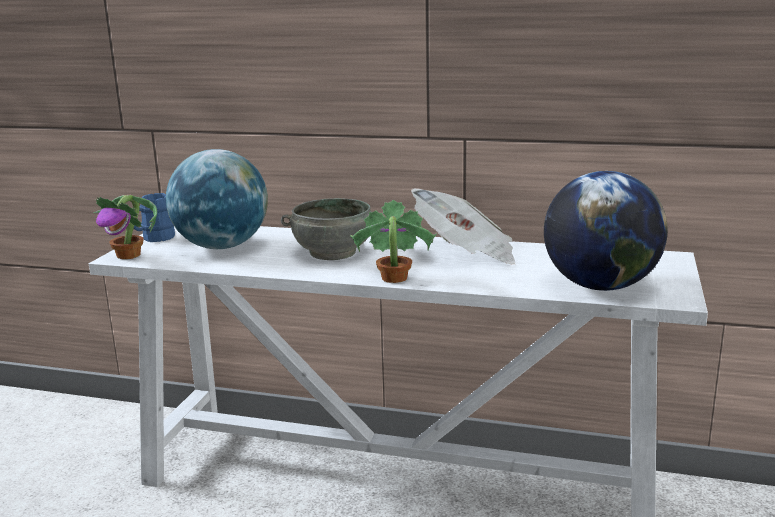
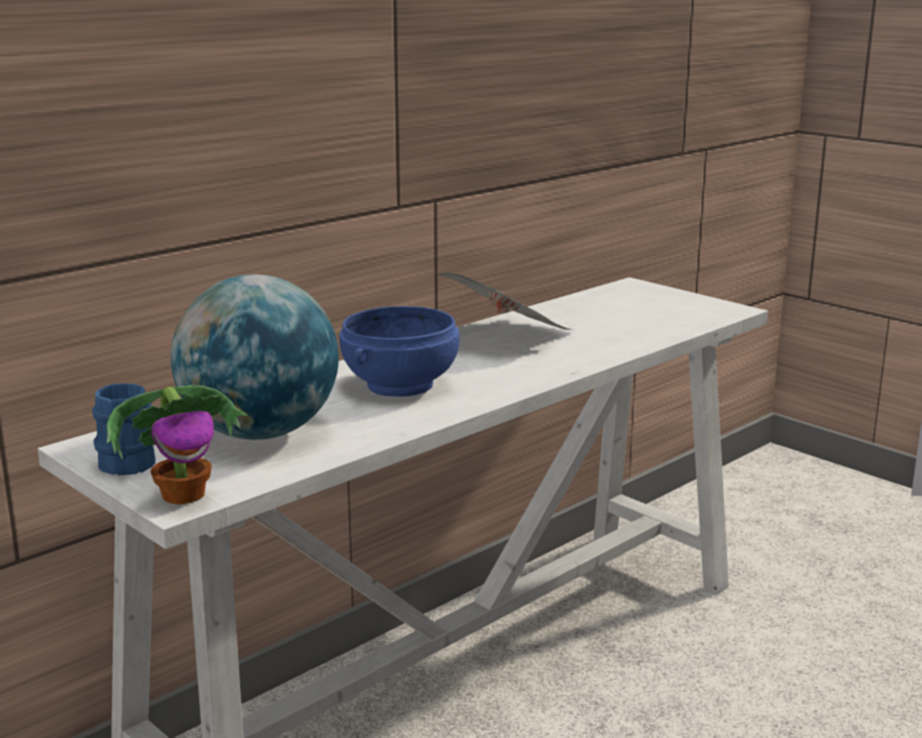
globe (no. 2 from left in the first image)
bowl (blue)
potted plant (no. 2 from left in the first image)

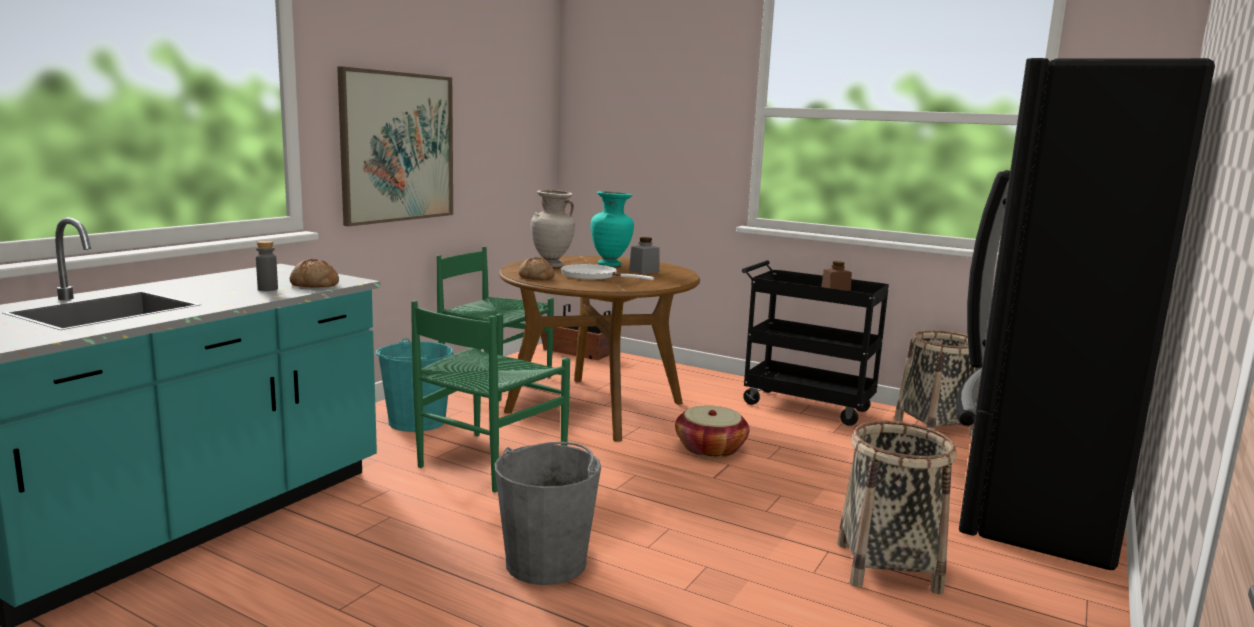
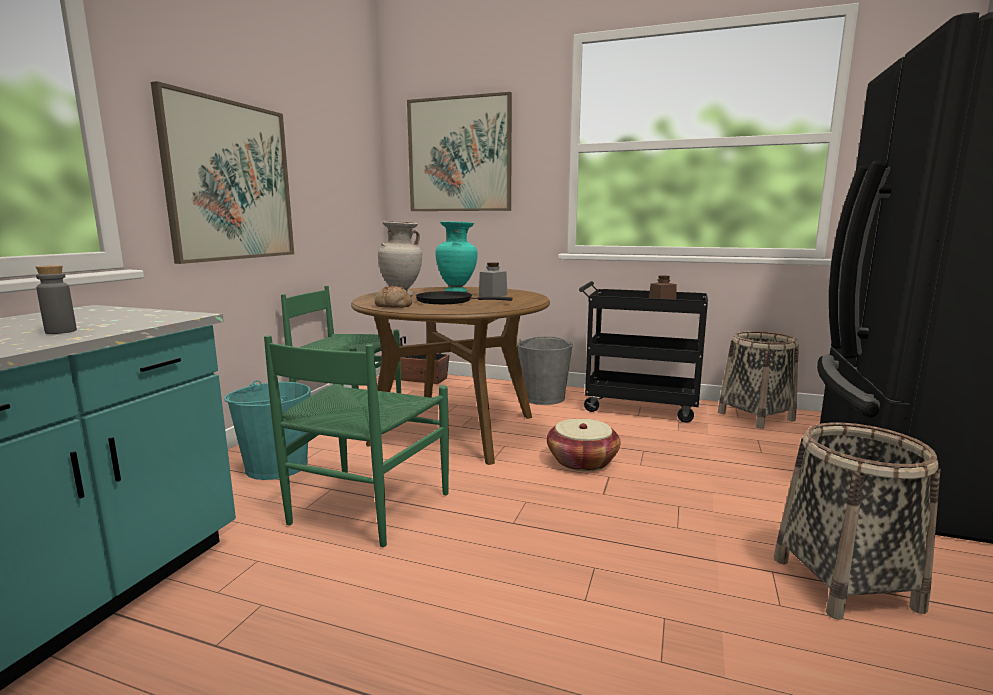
bread (no. 1 from left in the first image)
frying pan (black)
bucket (grey)
picture (no. 2 from left)

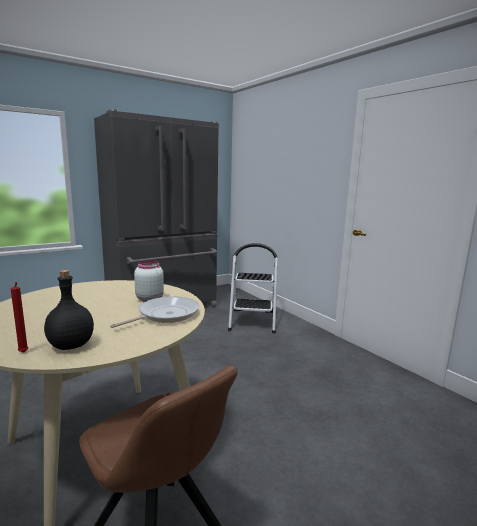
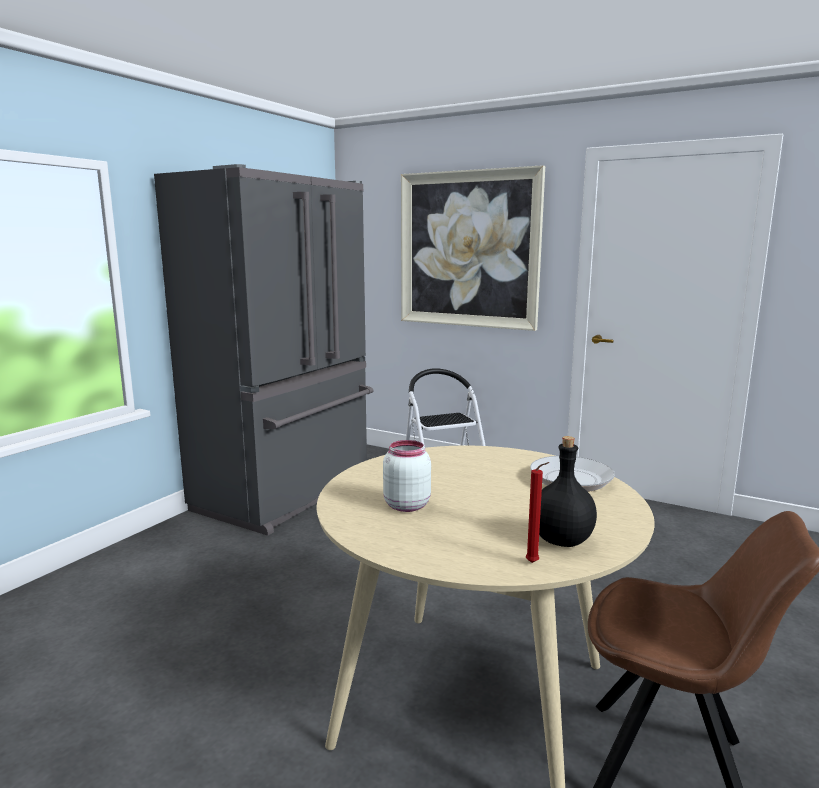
jar (white)
picture

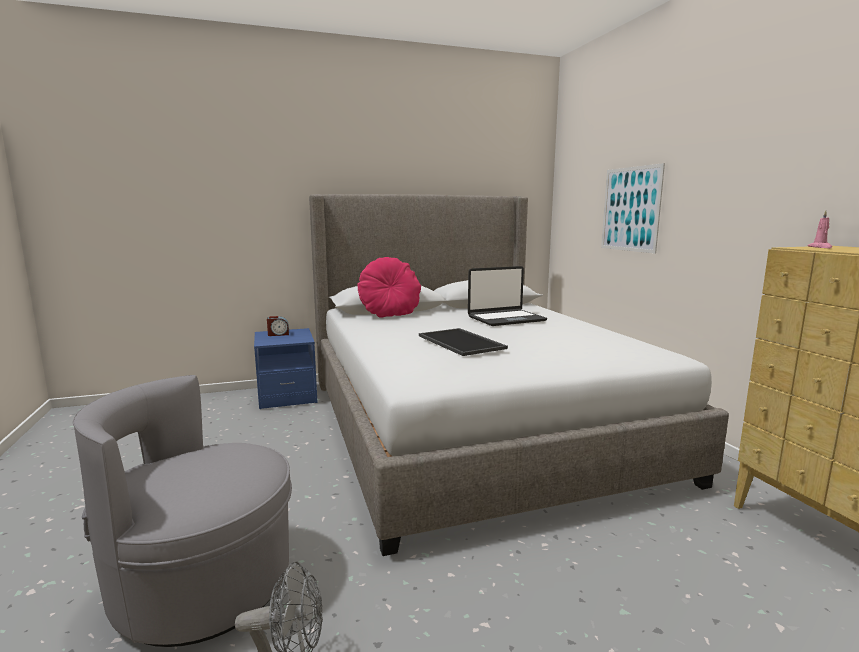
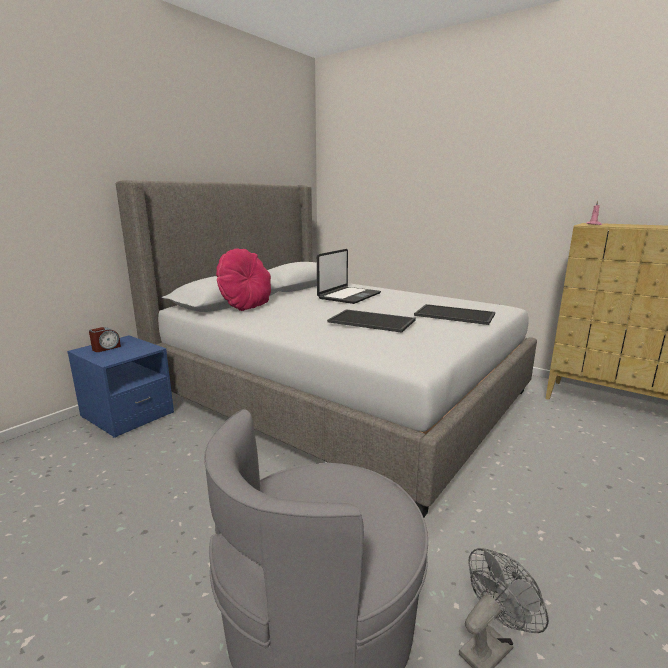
picture
tray (no. 2 from left)

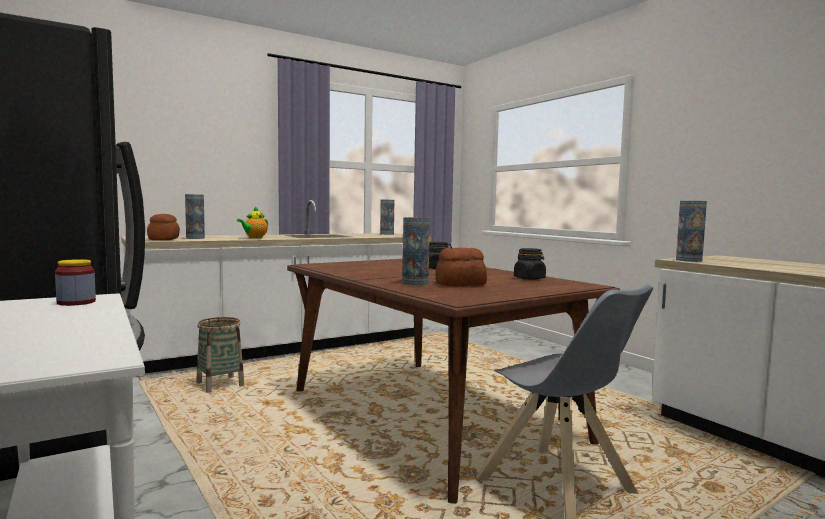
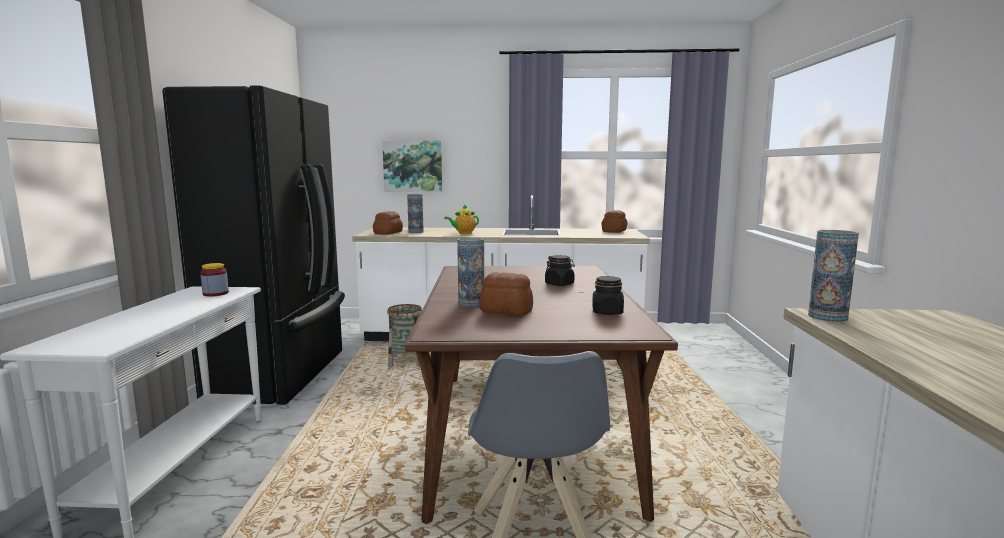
bread (no. 3 from left)
picture

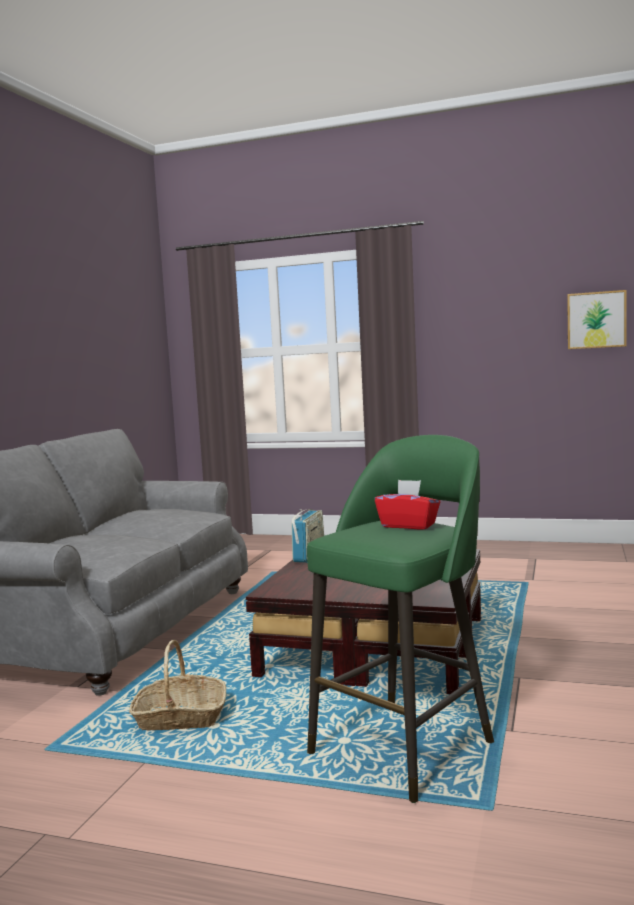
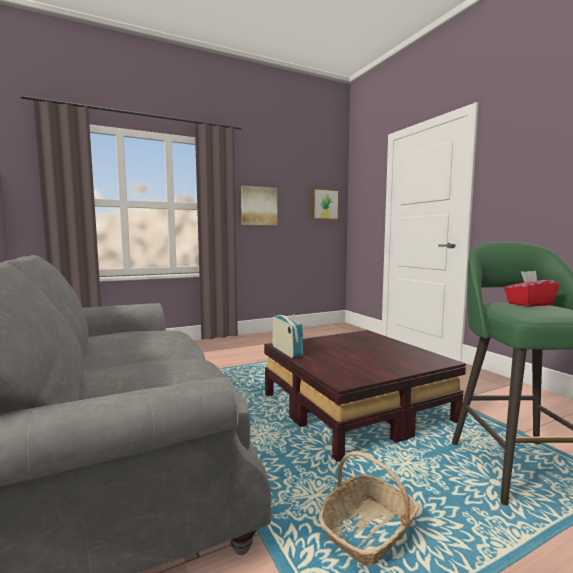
picture (no. 1 from left)

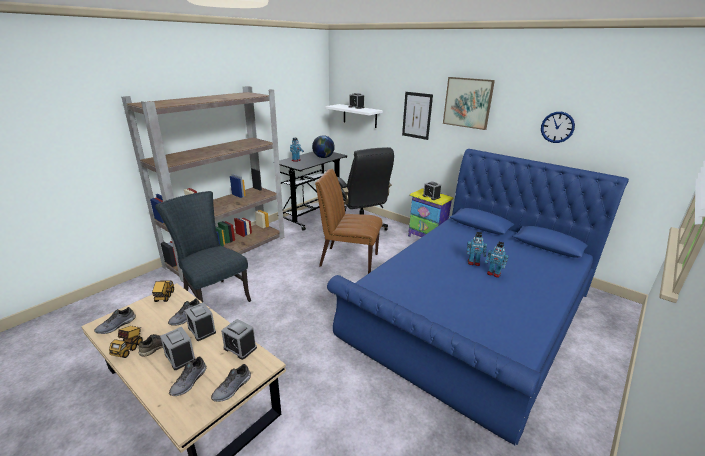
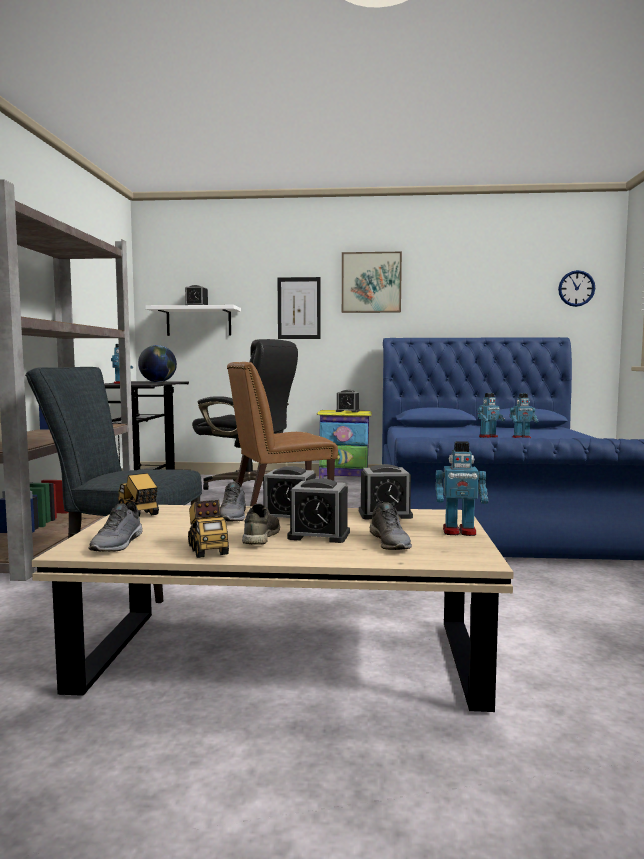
wall clock
toy robot (no. 2 from left)

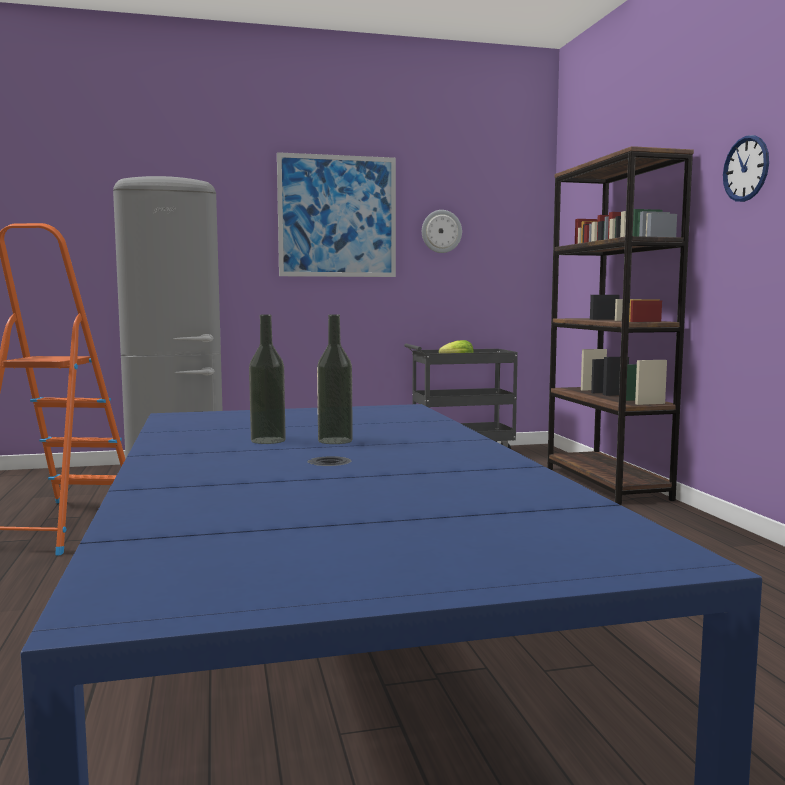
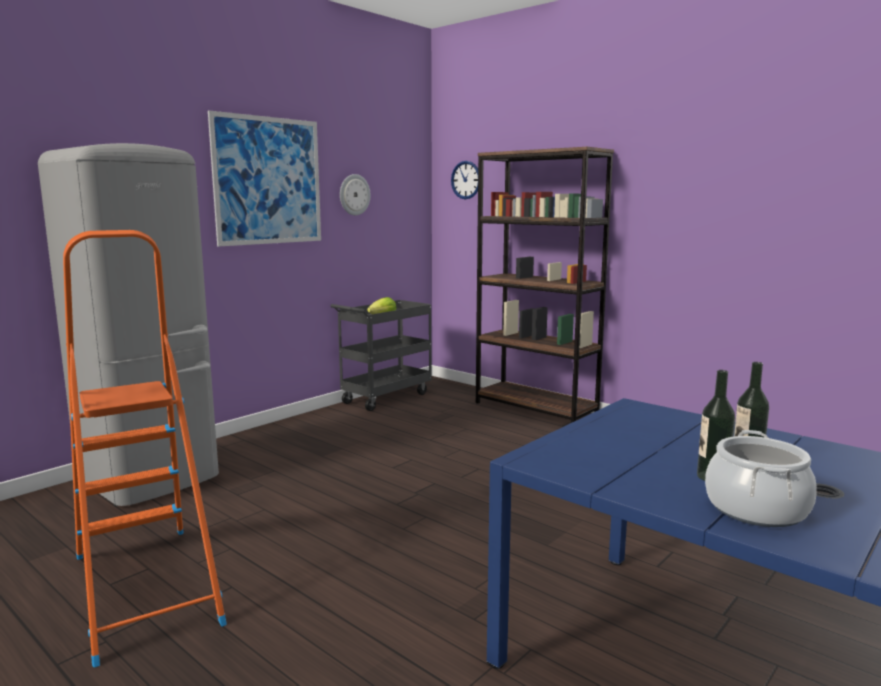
wall clock (no. 2 from left)
cooking pot

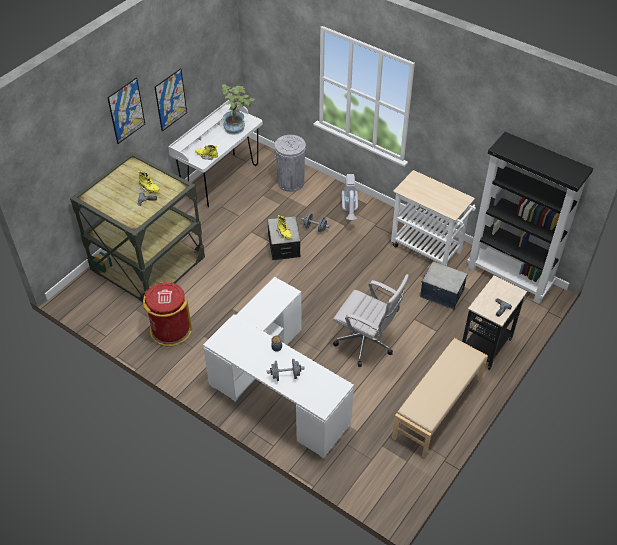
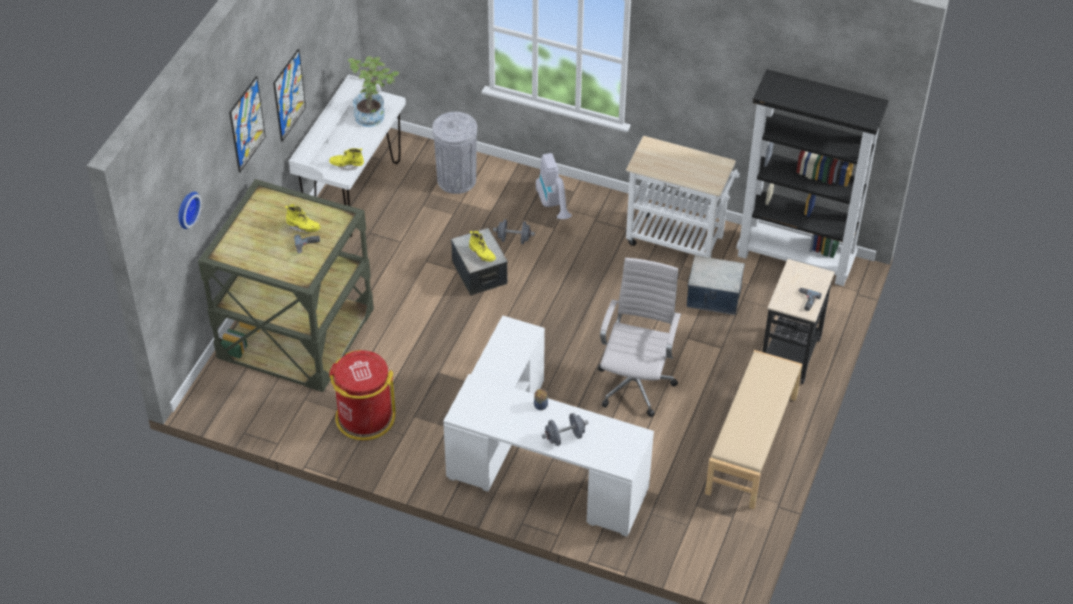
office chair (white)
wall clock

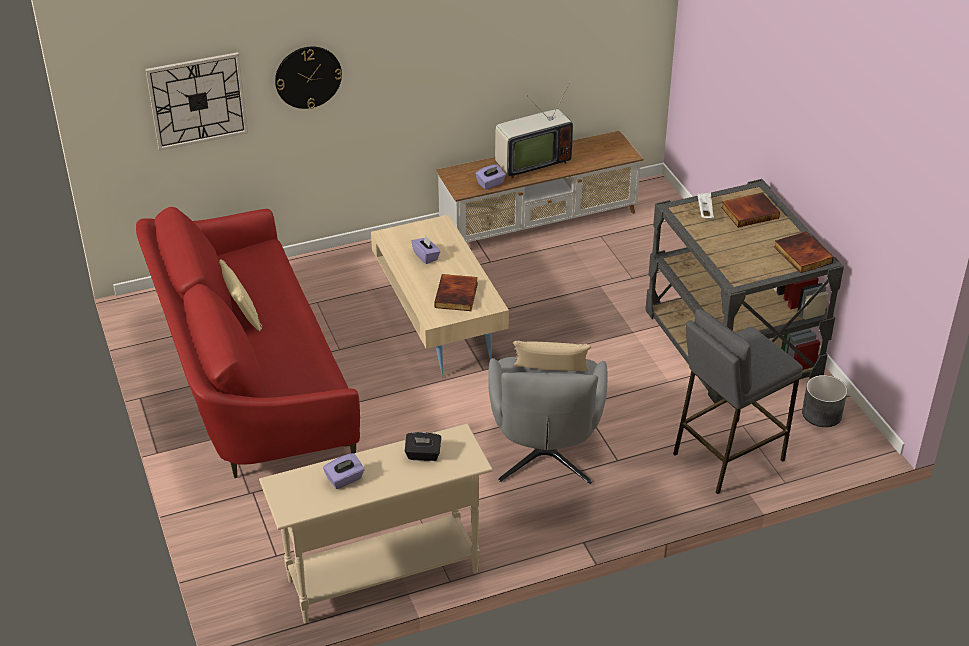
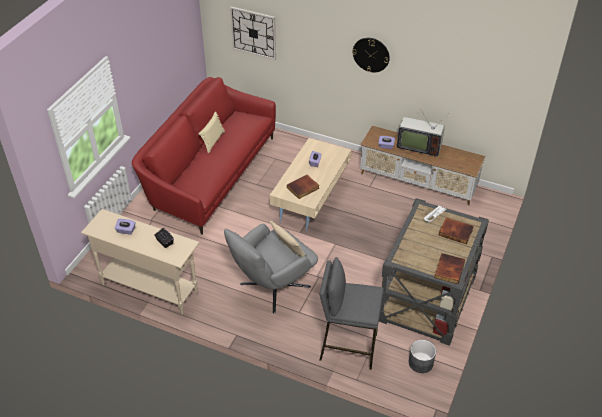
wall clock (no. 2 from left)

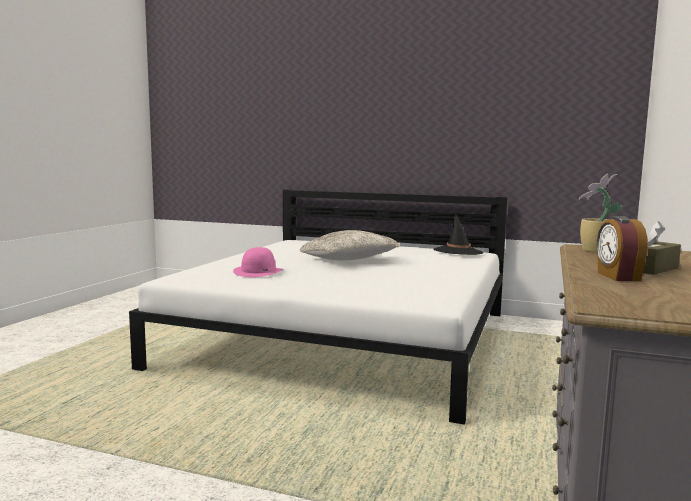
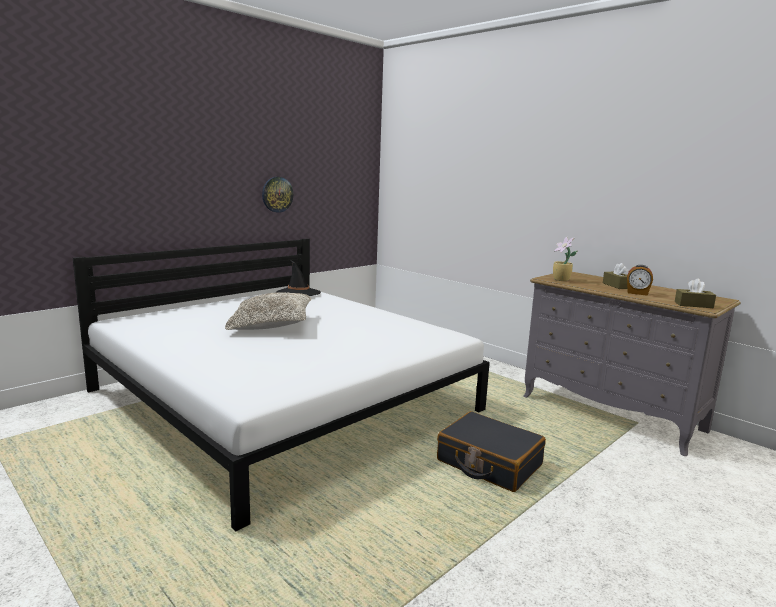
hat (pink)
wall clock
tissue box (brown) (no. 2 from left)
suitcase (black)

